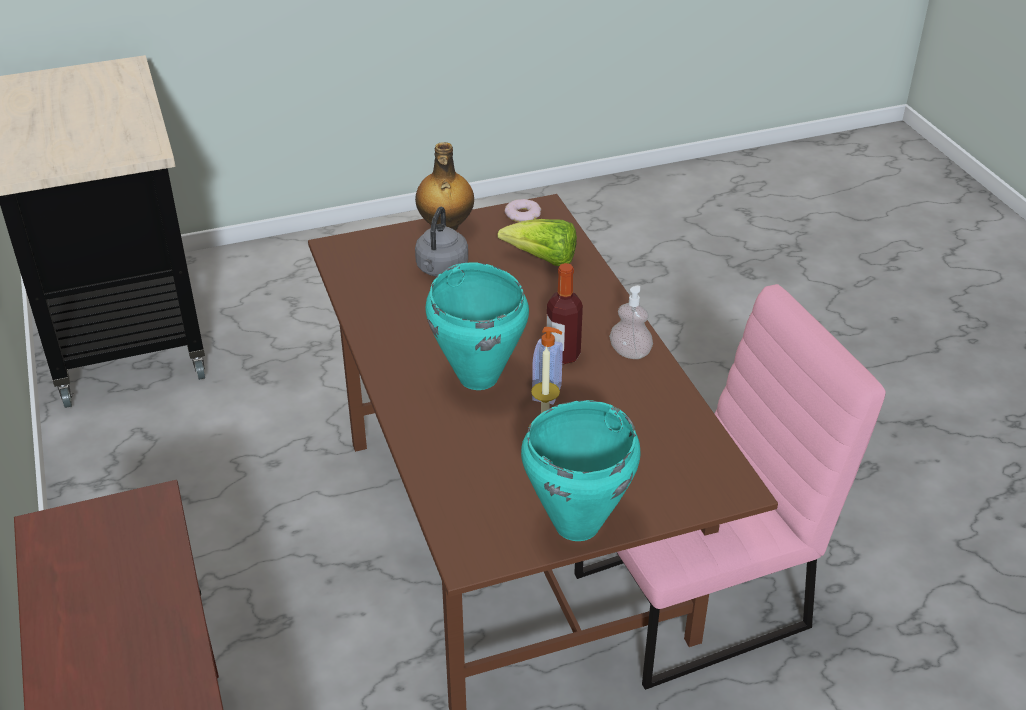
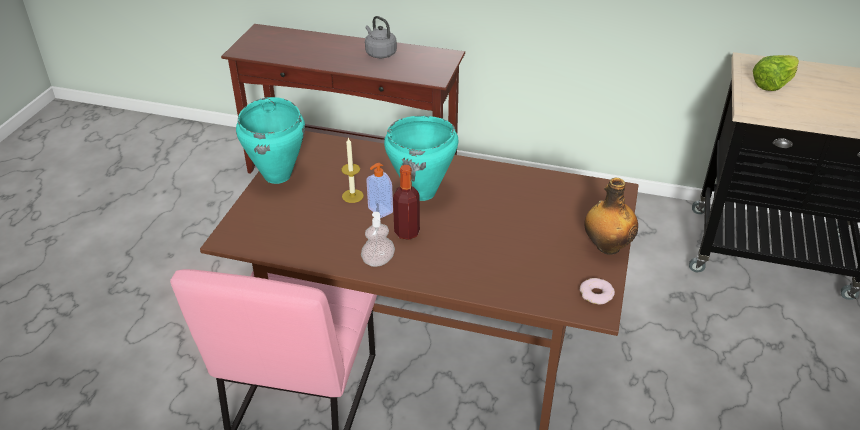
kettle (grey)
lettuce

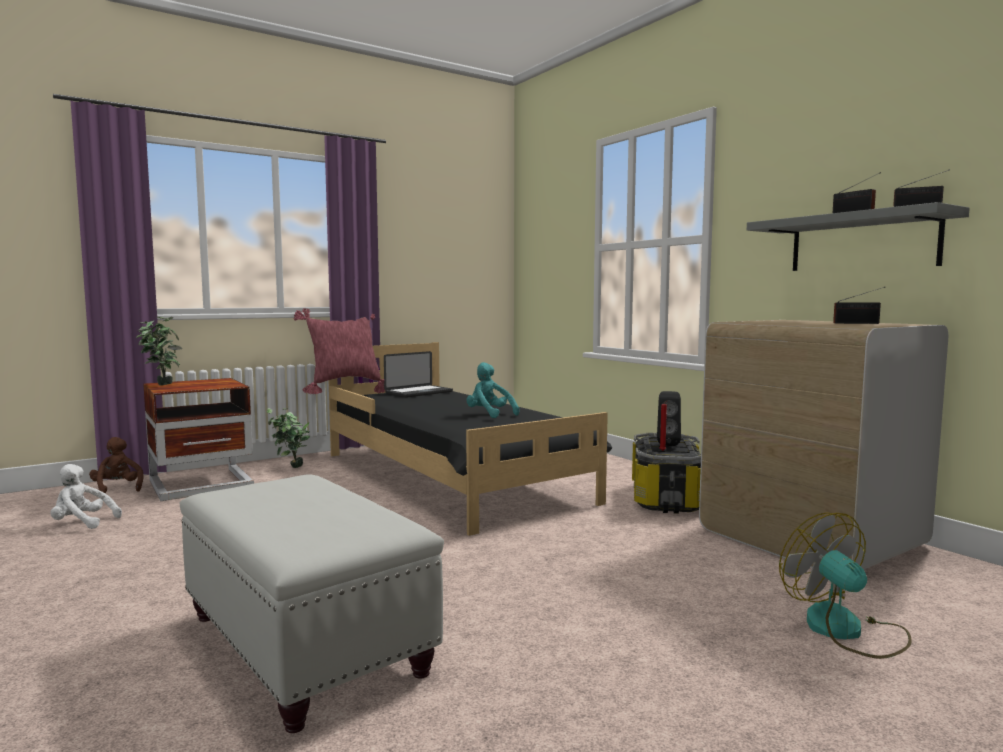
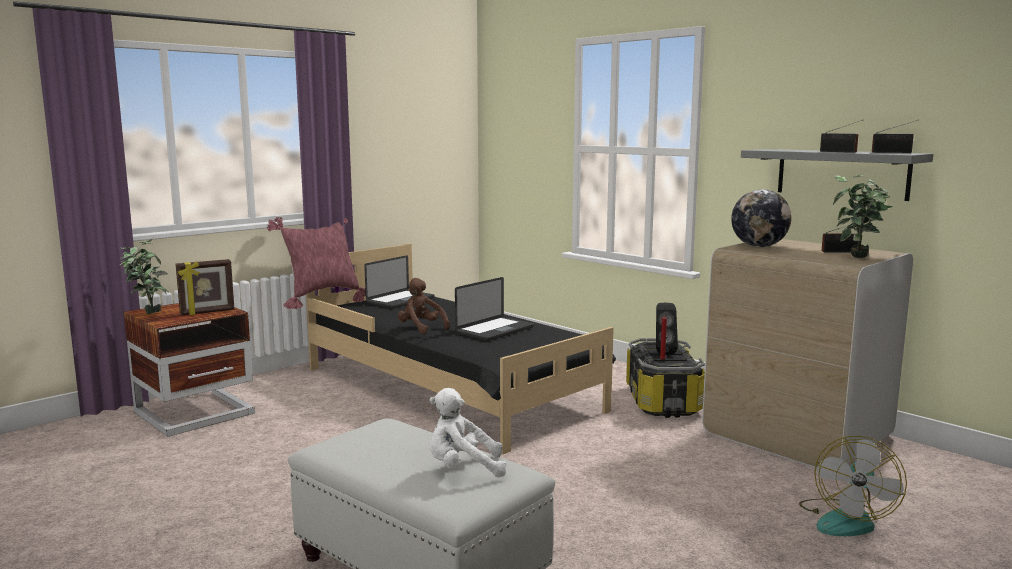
laptop (no. 2 from left)
potted plant (no. 2 from left)
plush toy (brown)
plush toy (white)
fan
globe
picture frame

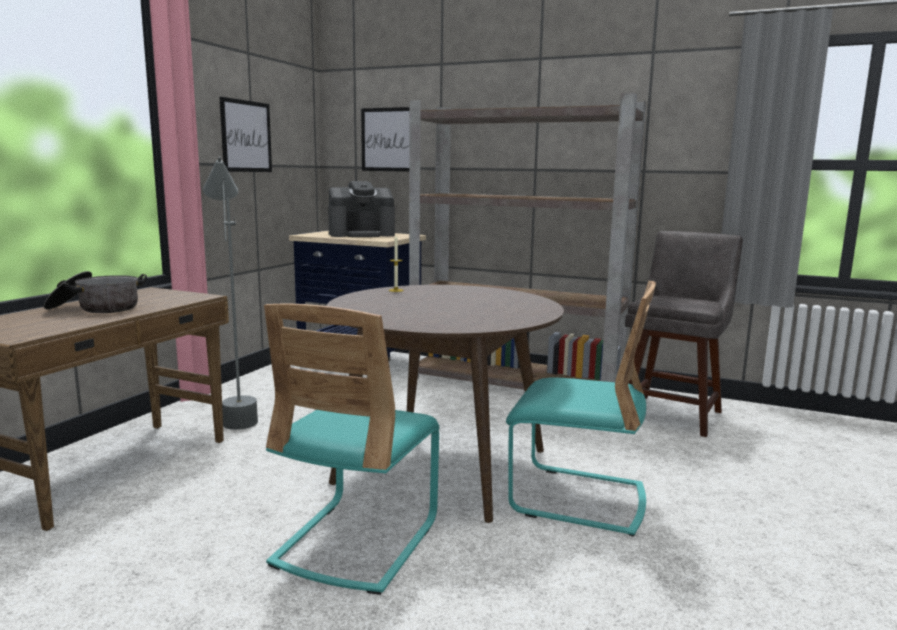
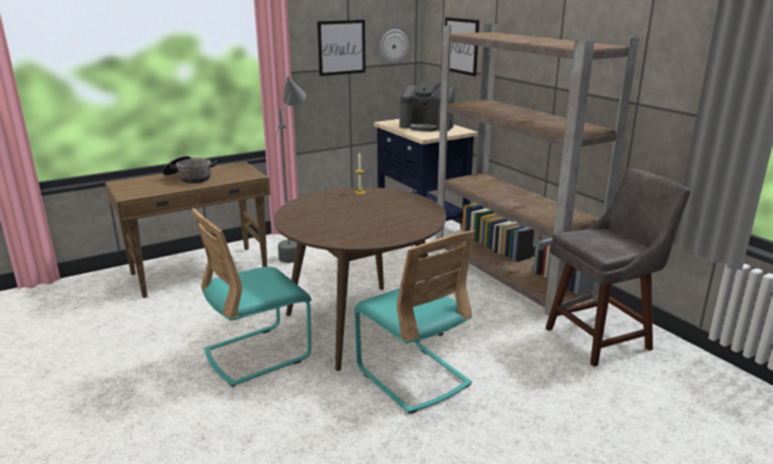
wall clock

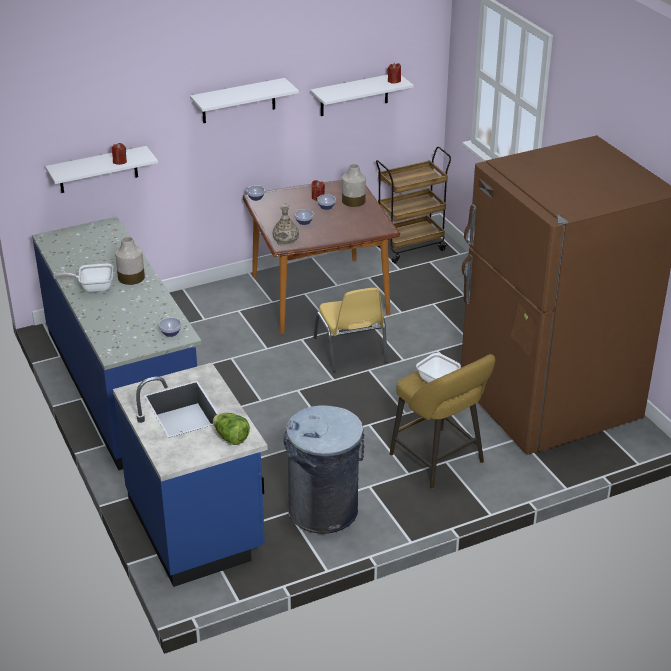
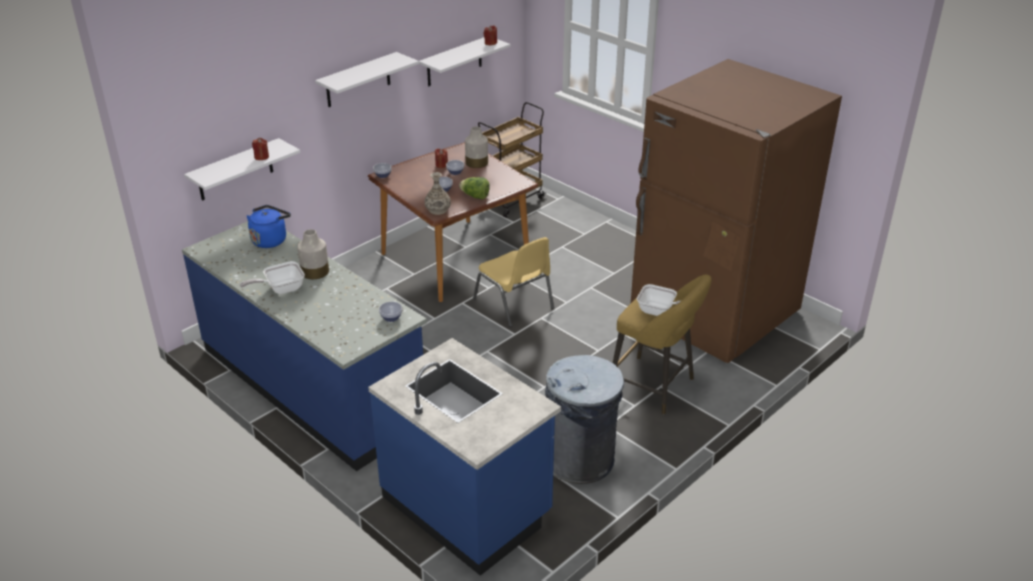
lettuce
kettle (blue)

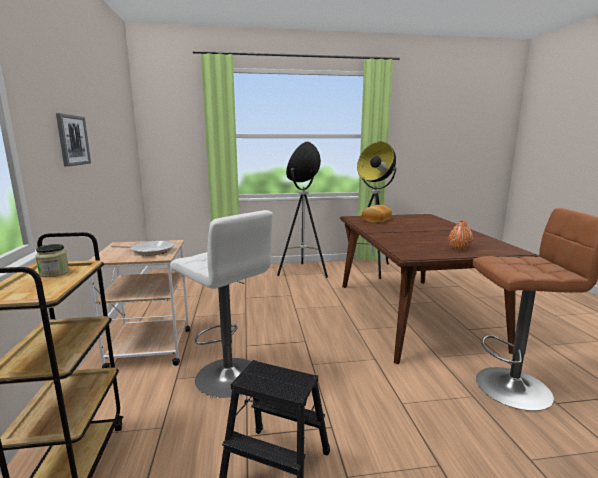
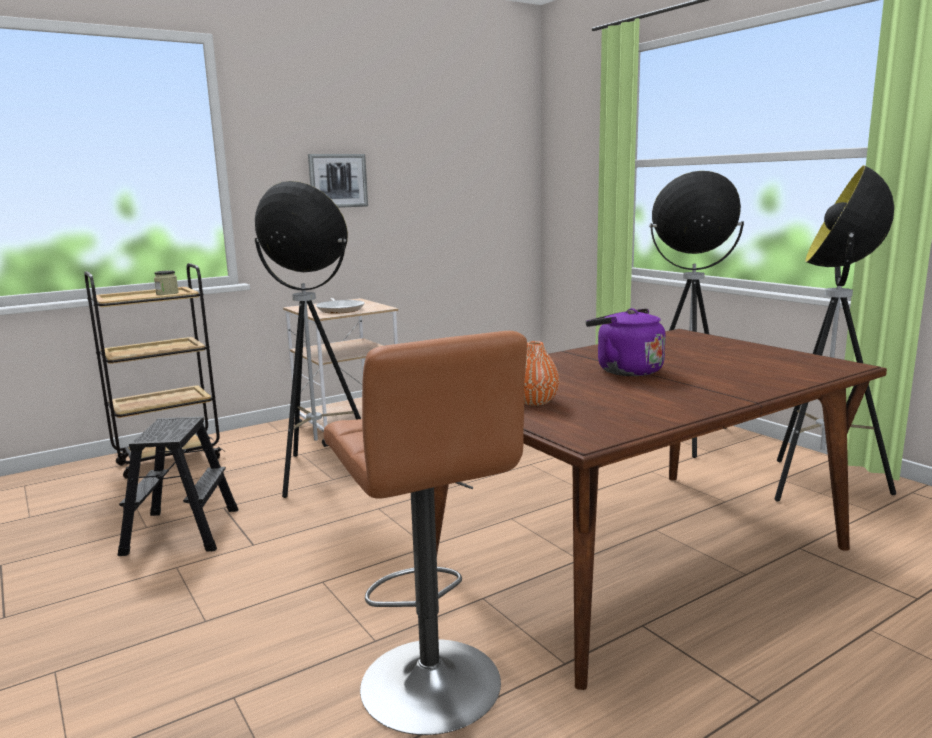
bread
floor lamp (no. 1 from left)
kettle (purple)

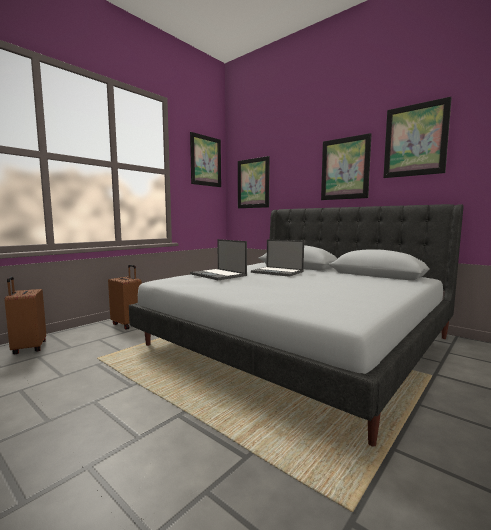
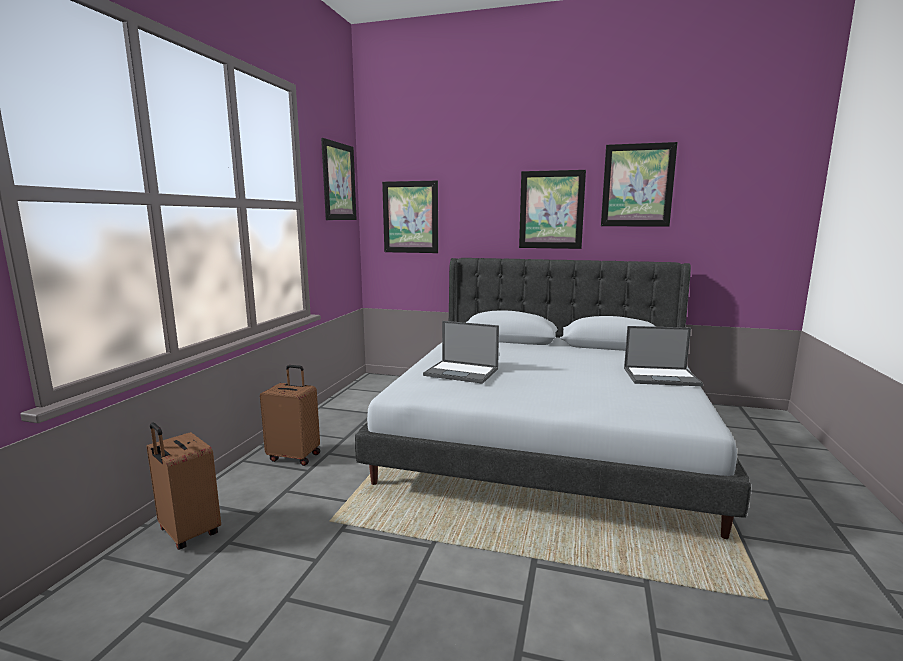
laptop (no. 2 from left)

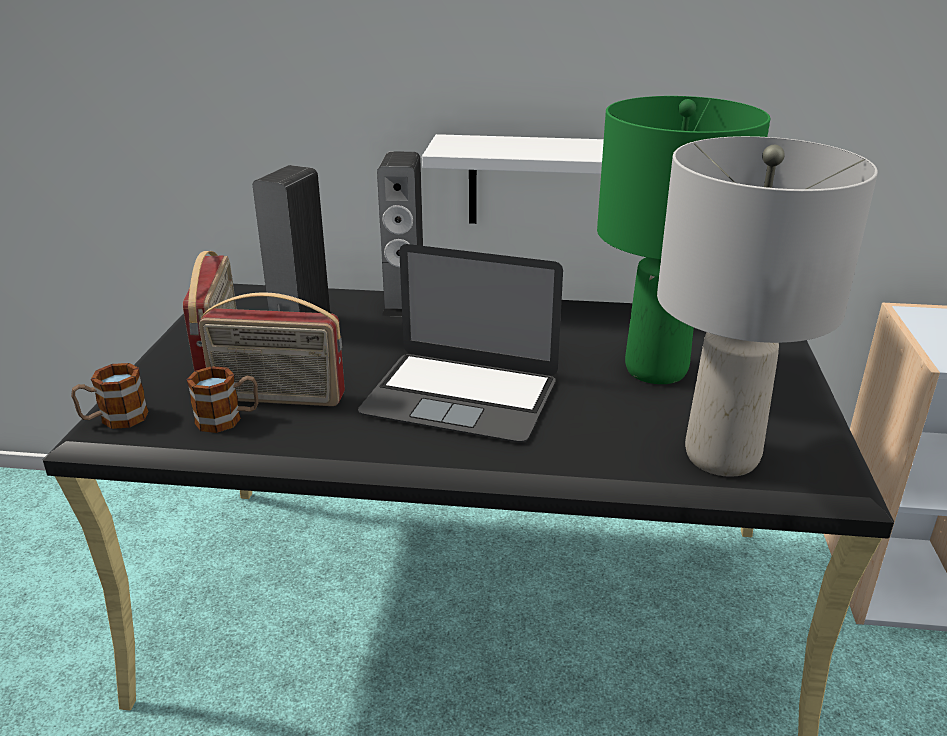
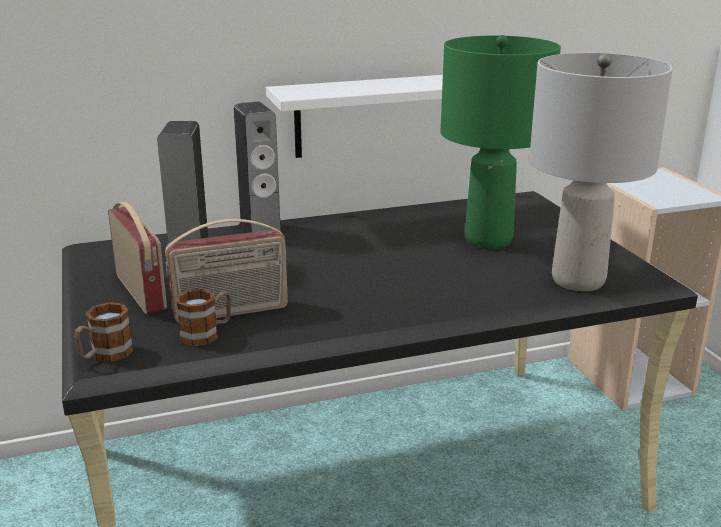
laptop

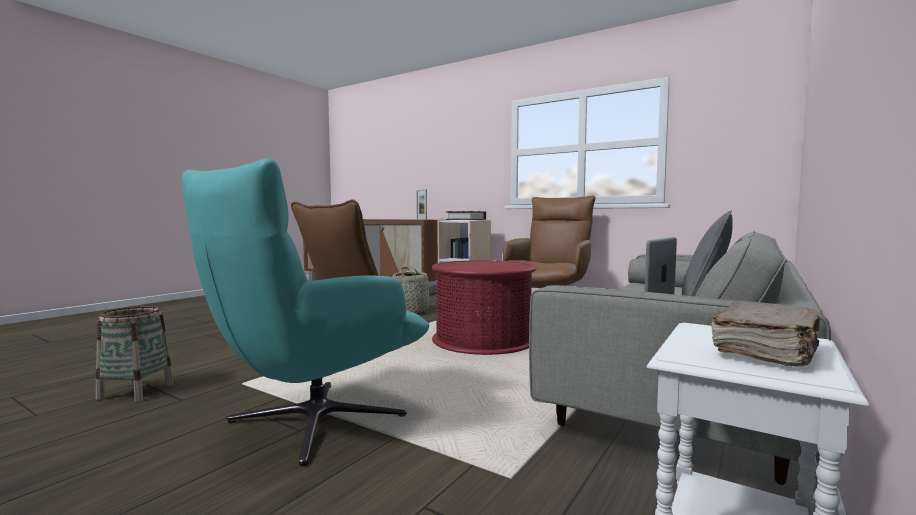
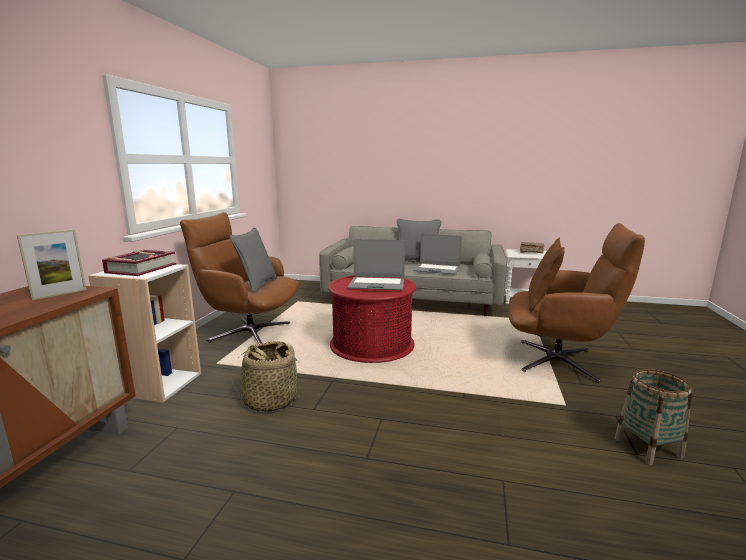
armchair (brown) (no. 2 from left)
pillow (grey) (no. 1 from left)
laptop (no. 1 from left)

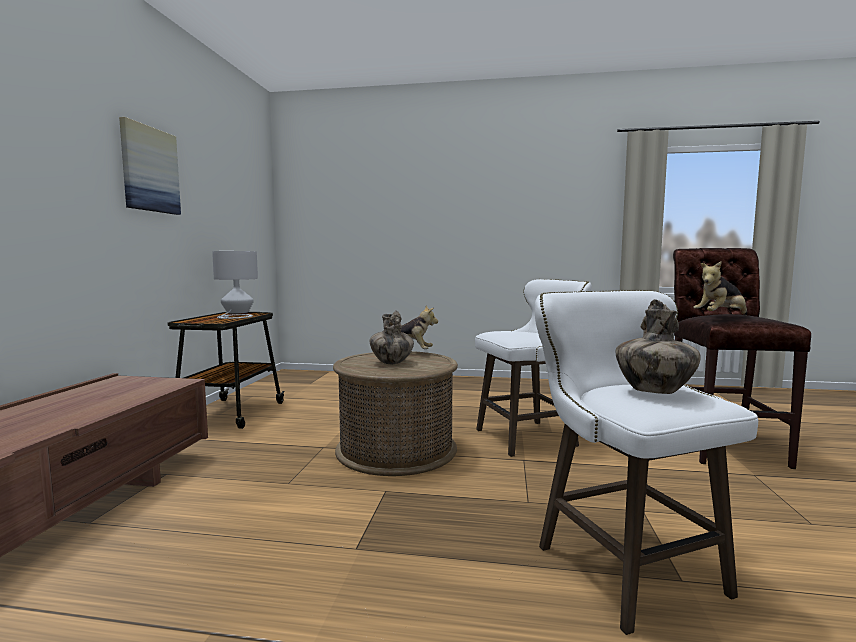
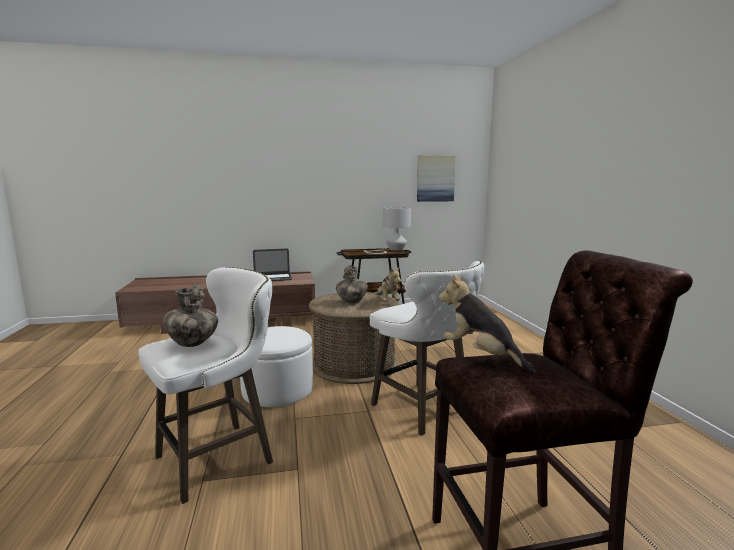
picture
laptop
ottoman (white)

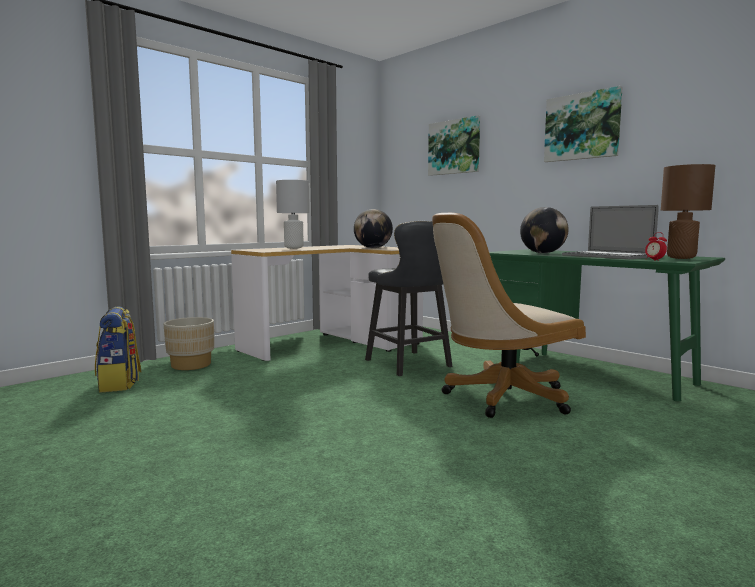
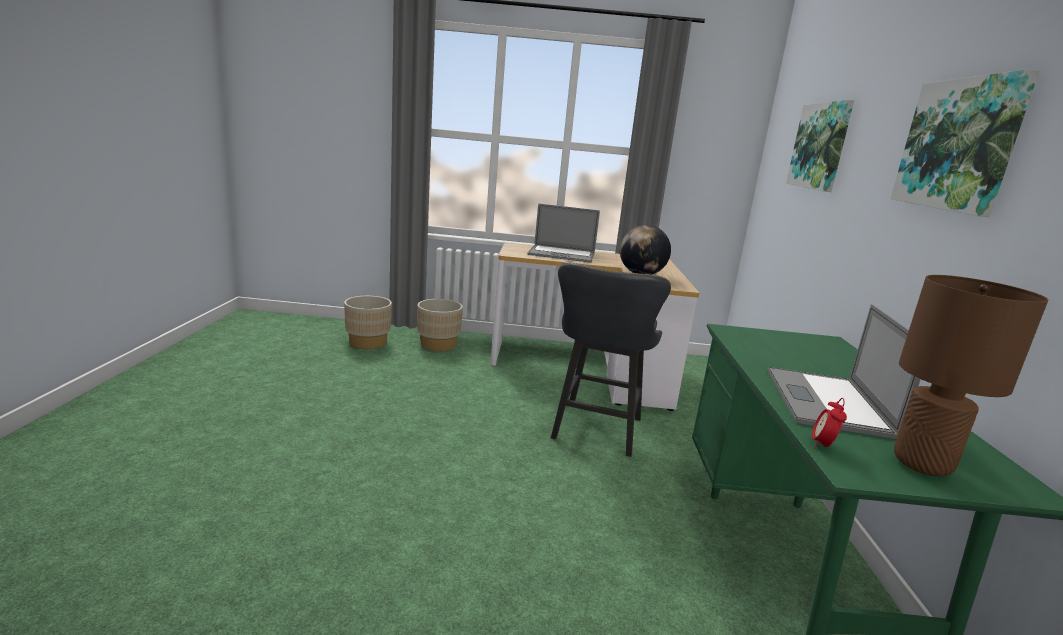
laptop (no. 1 from left)
globe (no. 2 from left in the first image)
office chair
planter (beige) (no. 1 from left)

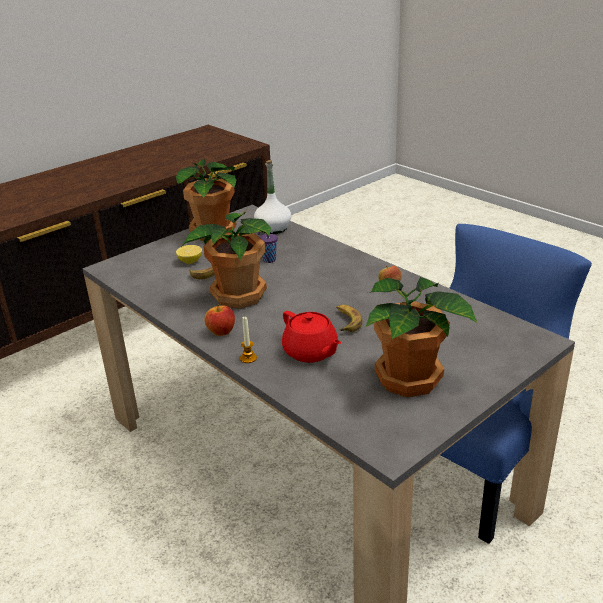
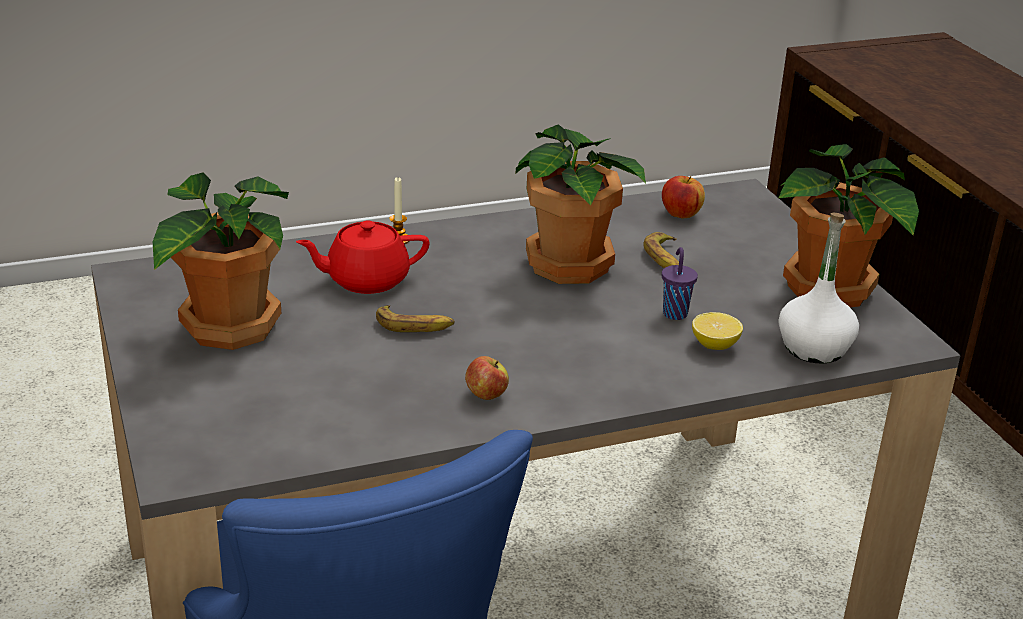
lemon
apple (no. 2 from left)

